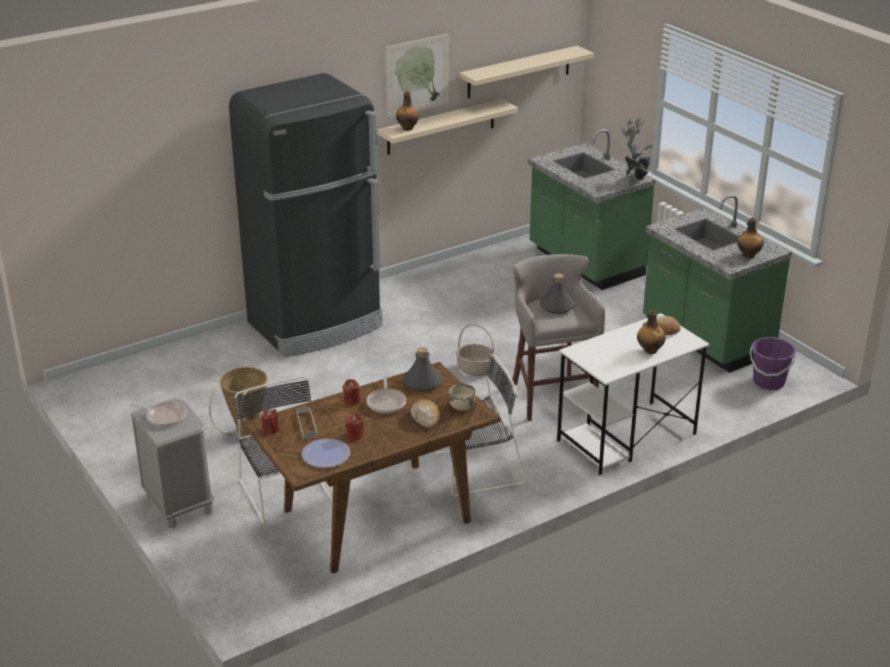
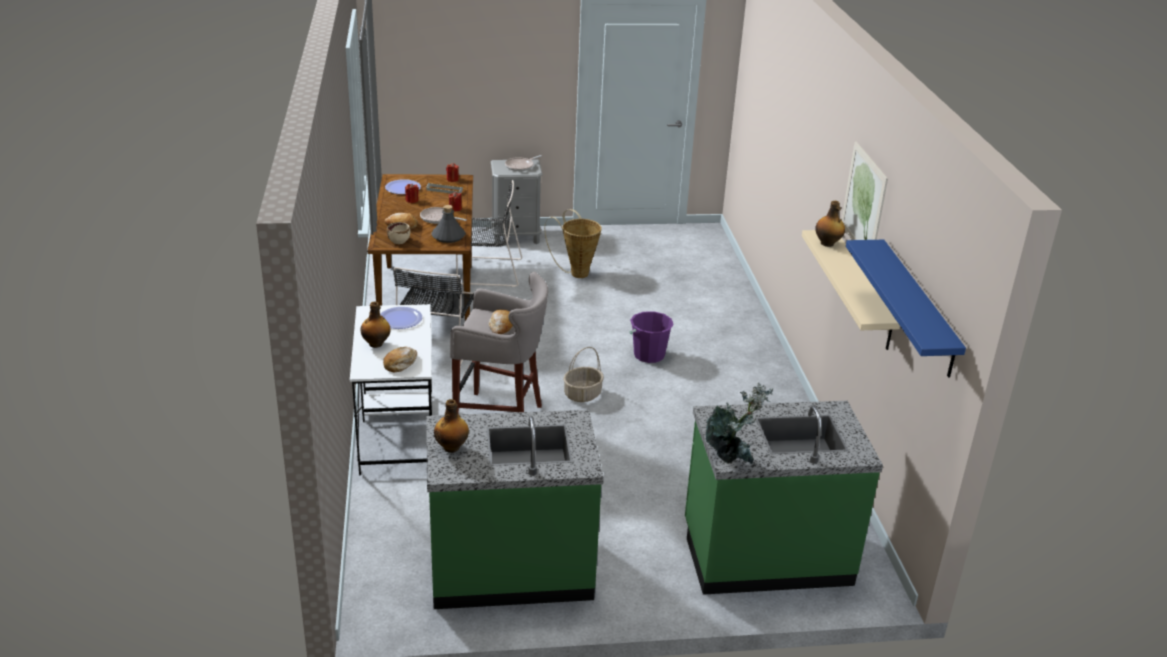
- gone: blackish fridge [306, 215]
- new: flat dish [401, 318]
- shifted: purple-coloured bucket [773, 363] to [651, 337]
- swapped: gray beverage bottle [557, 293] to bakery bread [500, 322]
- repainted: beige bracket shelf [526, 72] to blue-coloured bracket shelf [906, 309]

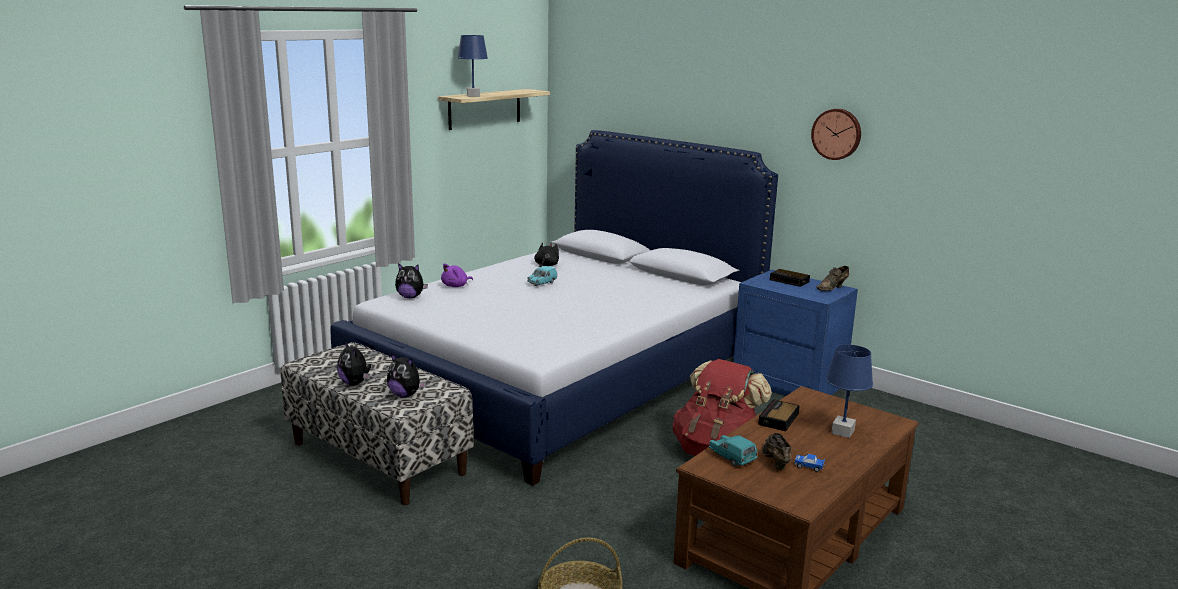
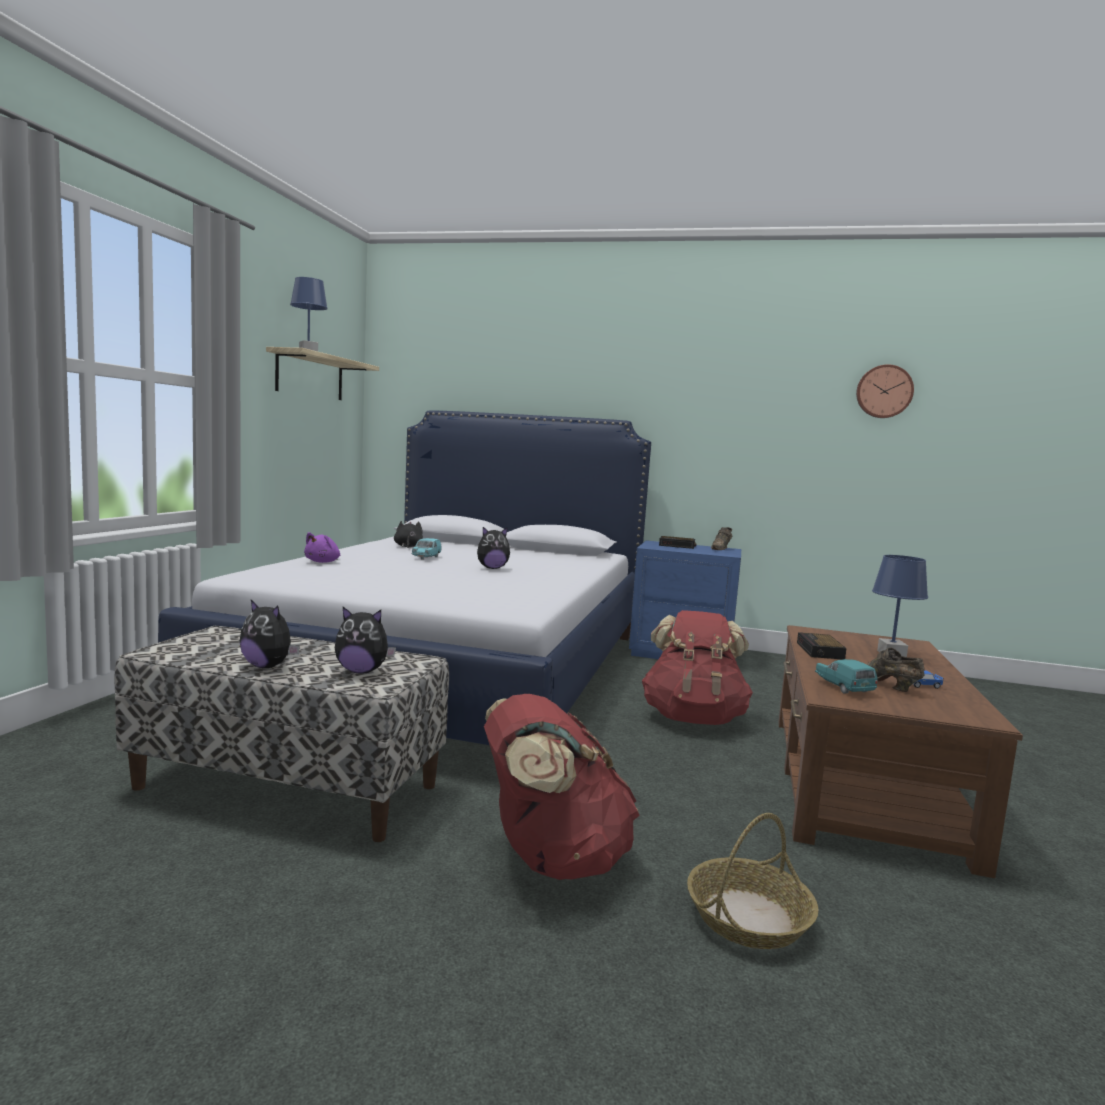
- new: red-coloured backpack [562, 787]
- shifted: cuddly toy [411, 280] to [493, 548]
- shifted: hanging clock [836, 134] to [885, 391]
- rotated: turquoise toy car [733, 450] = [846, 676] 45 degrees clockwise

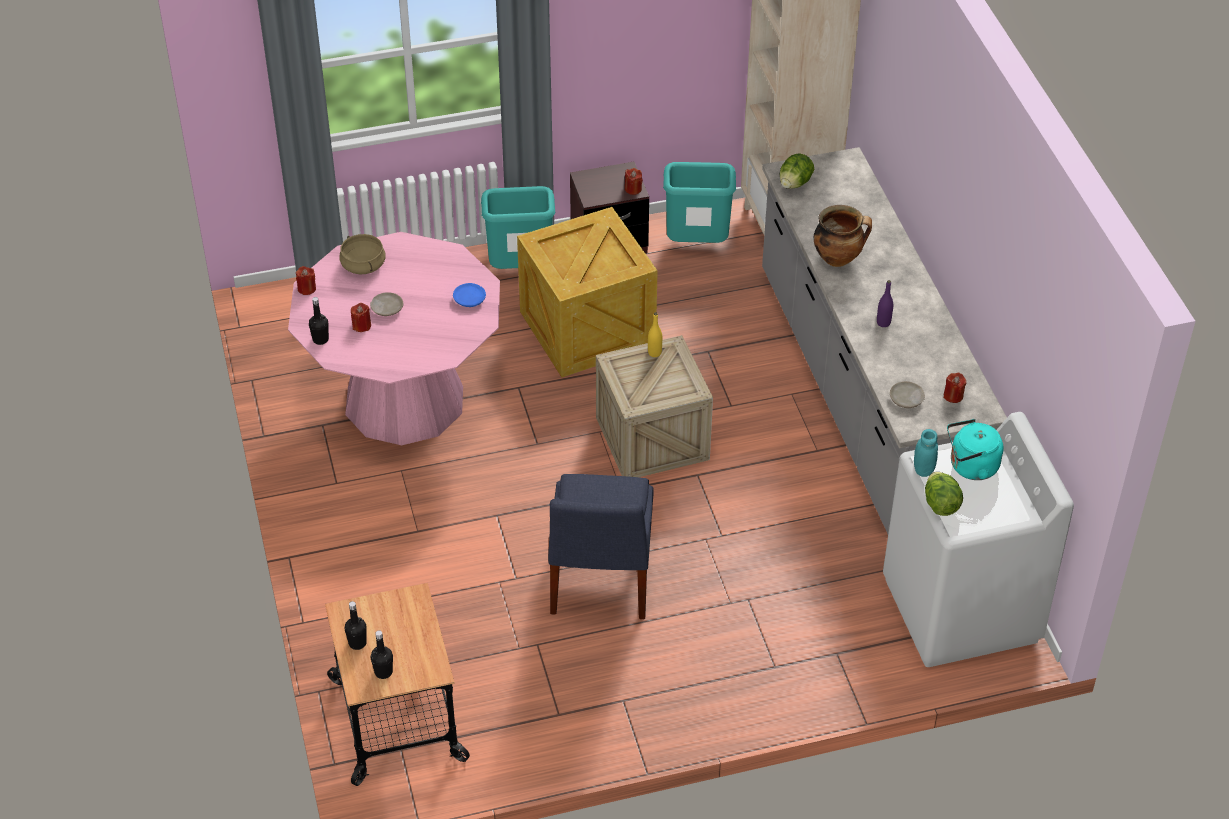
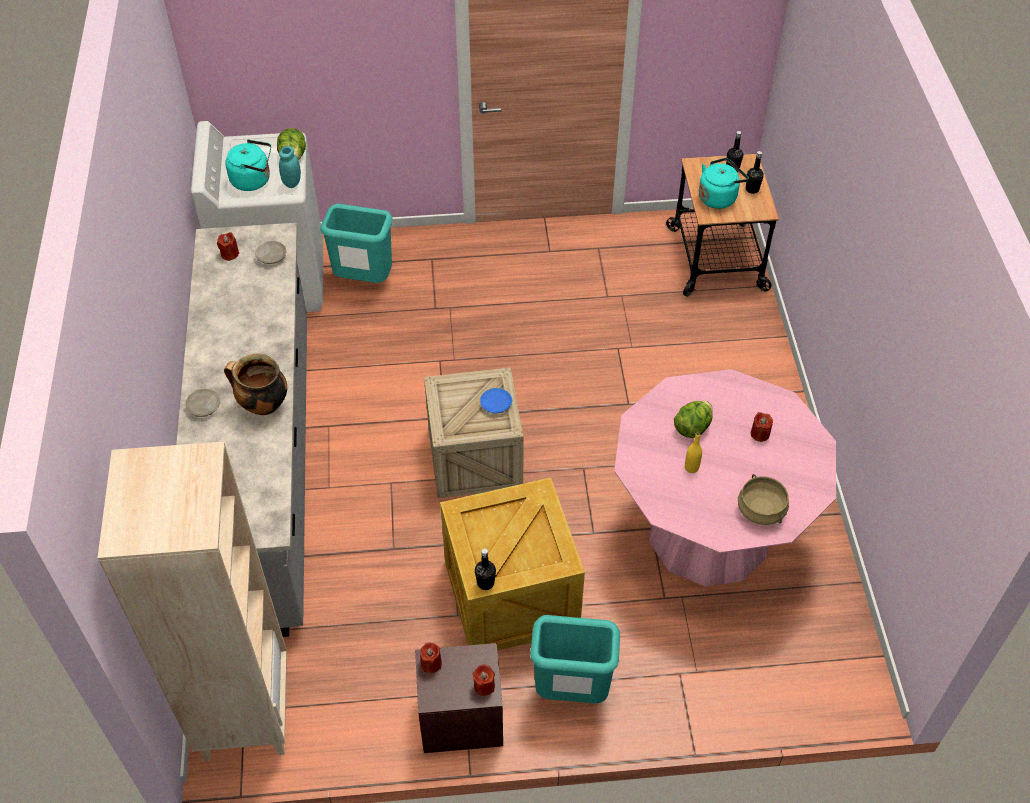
- gone: blue-coloured upright chair [601, 546]
- gone: purple-coloured beverage bottle [885, 303]
- new: turquoise water kettle [724, 183]
- shifted: red-coloured wax light [306, 280] to [484, 680]
- shifted: blackish beverage bottle [319, 321] to [485, 569]
- shifted: beige flat dish [386, 304] to [203, 403]
- shifted: blue-coloured flat dish [469, 295] to [496, 400]
- shifted: yellow-coloured beverage bottle [655, 334] to [693, 452]
- shifted: turquoise waste bin [699, 202] to [356, 243]
- shifted: lettuce [797, 171] to [693, 419]

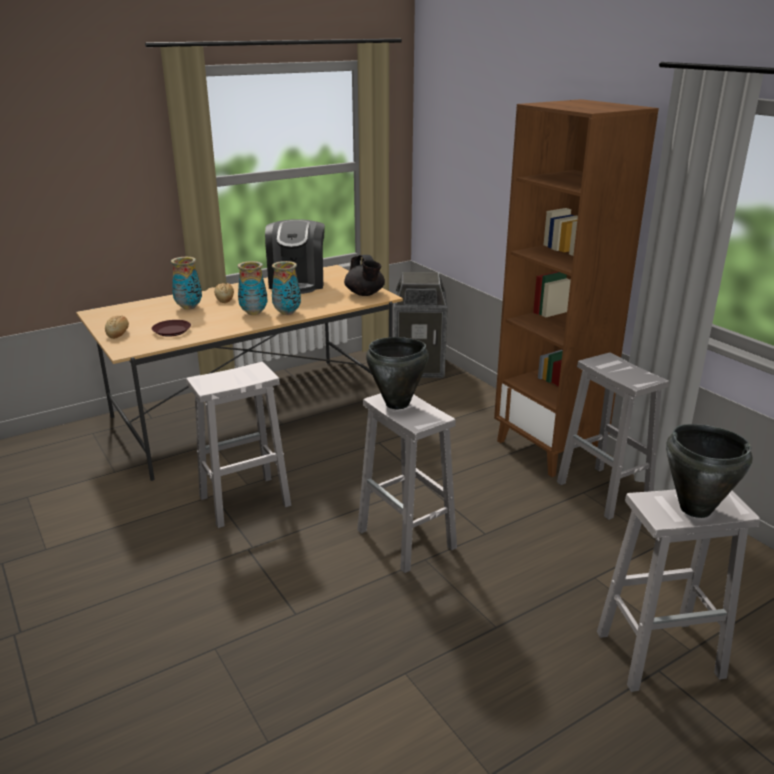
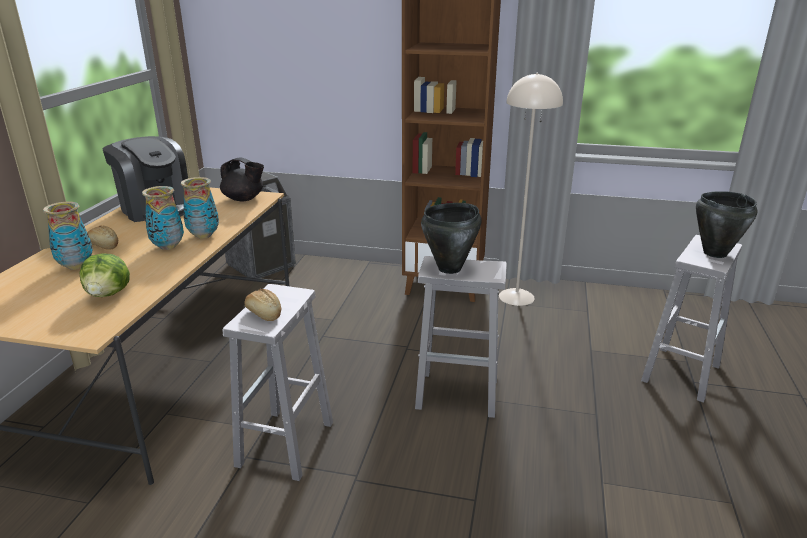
- shifted: bakery bread [117, 327] to [262, 305]
- swapped: brownish flat dish [171, 328] to lettuce [105, 275]
- swapped: white stool [613, 436] to beige floor lamp [531, 189]

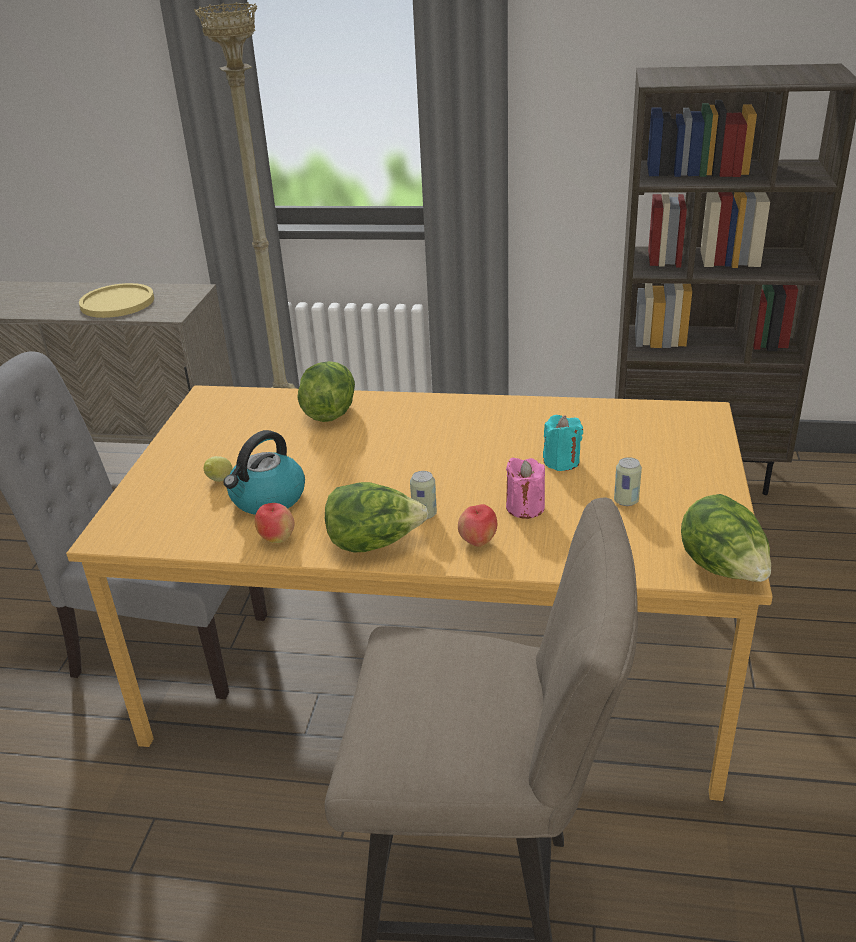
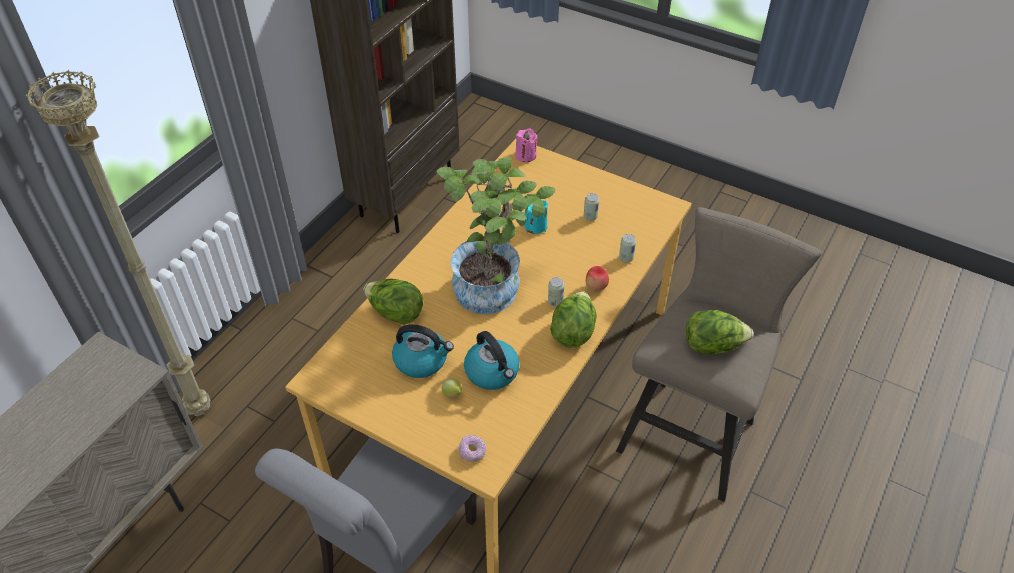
- gone: yellow-coloured flat dish [116, 300]
- gone: apple [275, 523]
- new: water kettle [423, 351]
- new: houseplant [496, 235]
- new: donut [472, 448]
- new: sealed can [627, 248]
- shifted: pink-coloured wax light [525, 488] to [526, 145]
- shifted: lettuce [726, 538] to [720, 332]

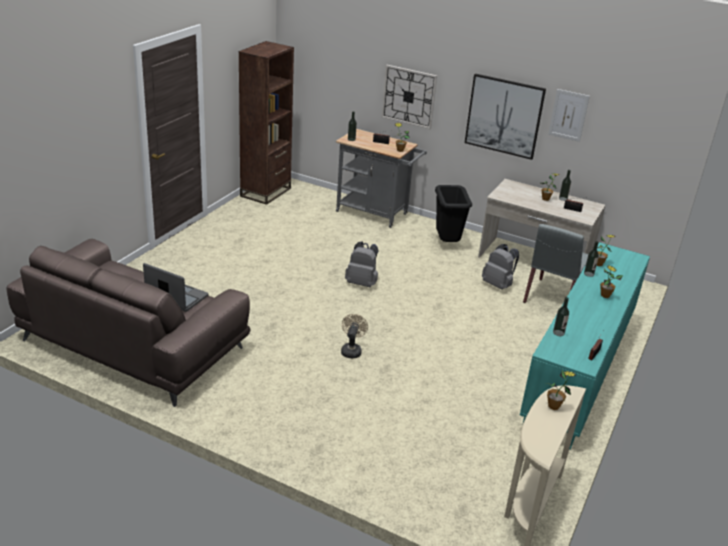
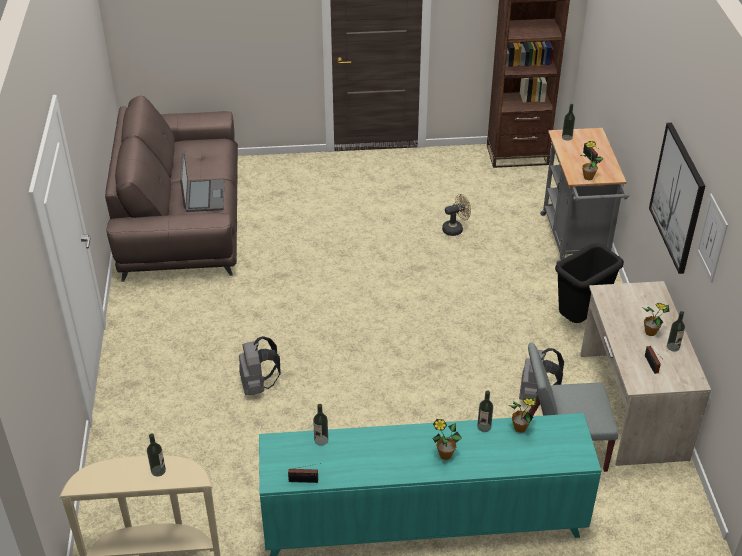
- gone: hanging clock [409, 97]
- shifted: beige electric fan [354, 336] to [456, 215]
- shifted: gray backpack [362, 264] to [260, 365]
- swapped: houseplant [561, 390] to beverage bottle [156, 455]

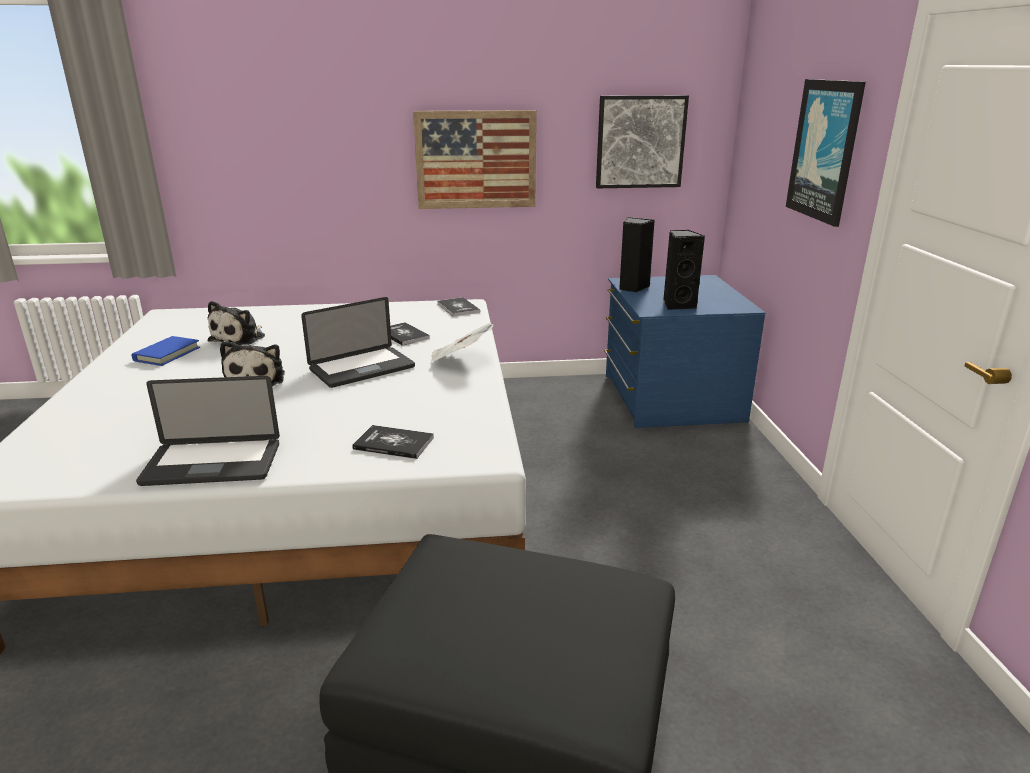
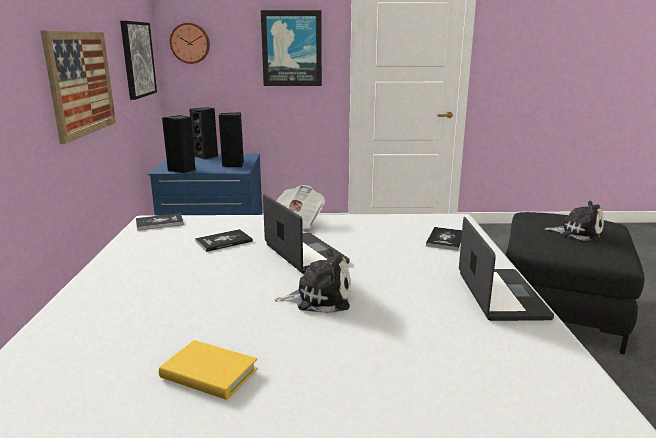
- new: hanging clock [190, 43]
- new: blackish audio speaker [203, 133]
- shifted: cuddly toy [236, 323] to [574, 221]
- repainted: blue-coloured book [166, 351] to yellow-coloured book [208, 370]

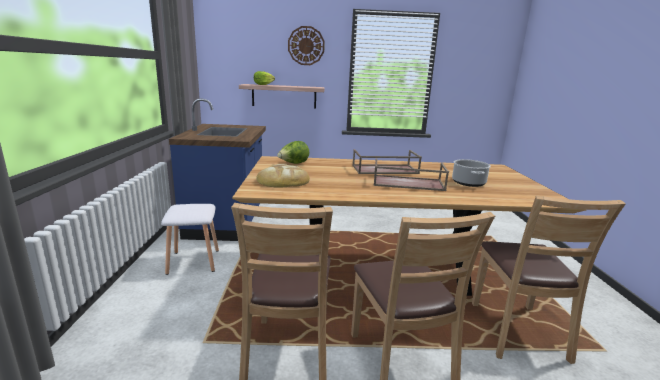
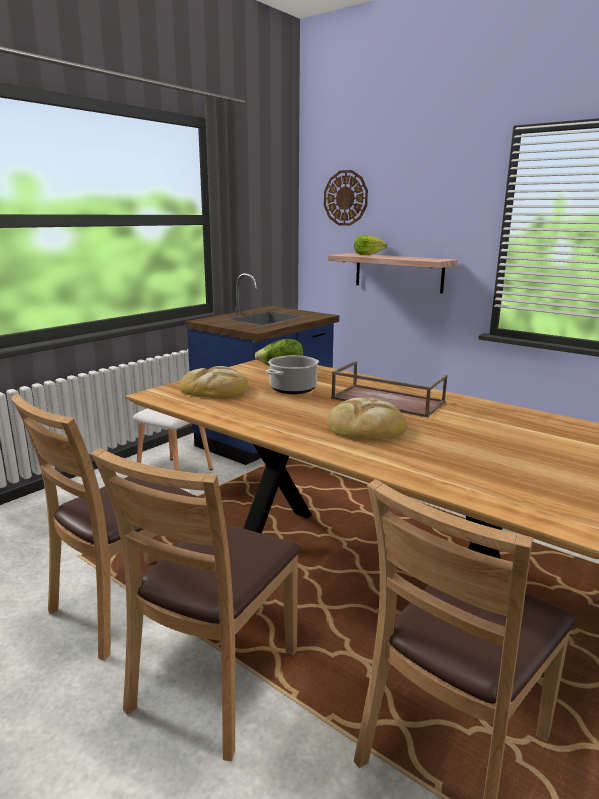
- shifted: hanging clock [306, 45] to [346, 198]
- shifted: cooking pot [471, 173] to [292, 374]
- swapped: brownish tray [411, 174] to bakery bread [367, 419]

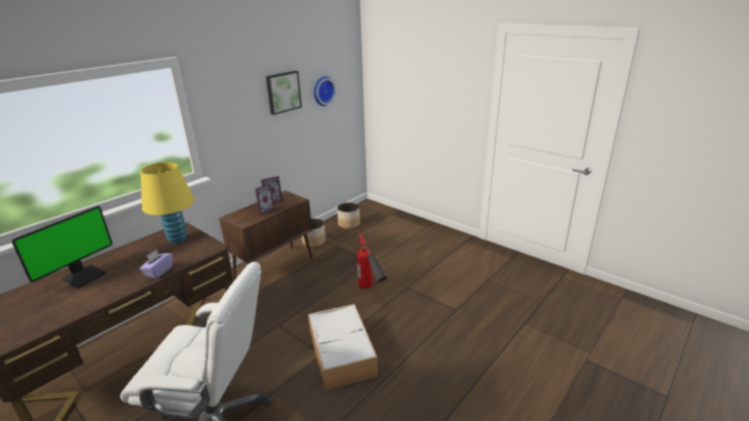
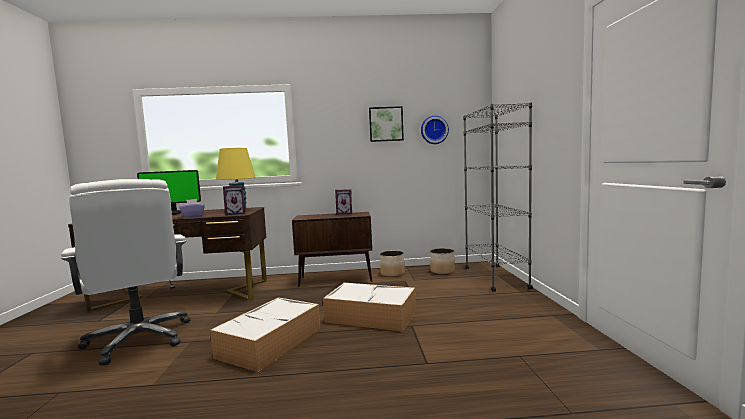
- new: gray bookshelf [498, 197]
- shifted: standing frame [265, 199] to [234, 200]
- swapped: fire-fighting cylinder [372, 261] to storage box [369, 307]

